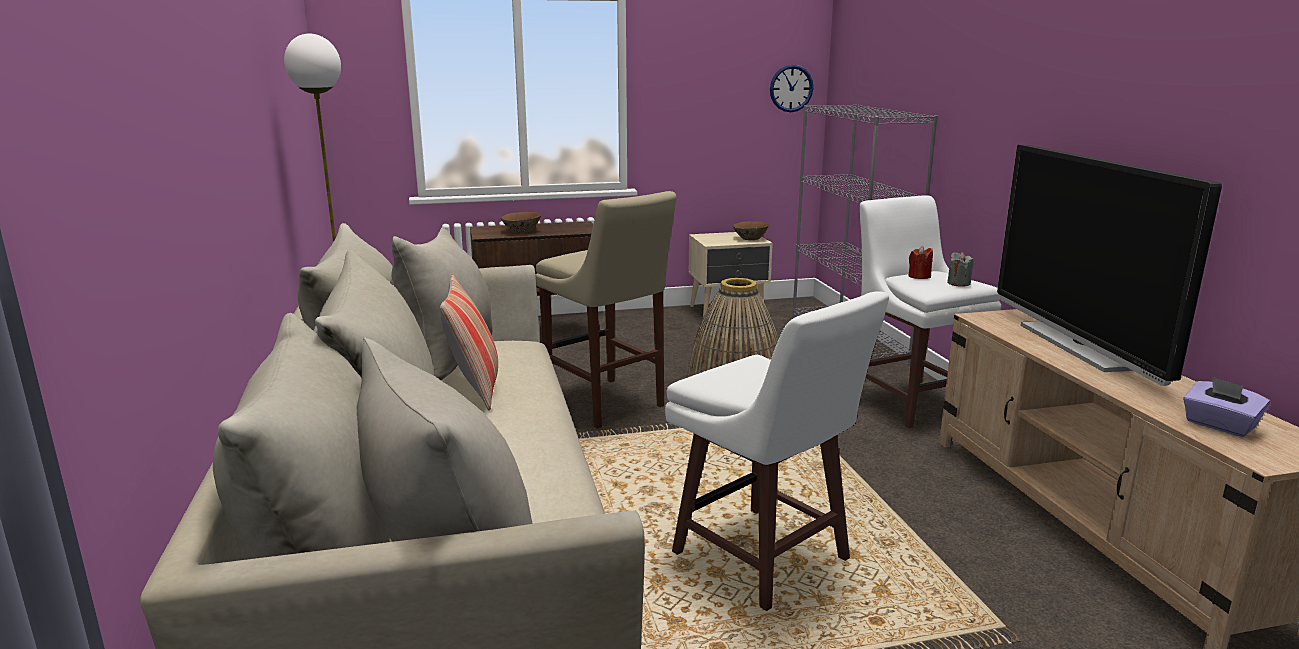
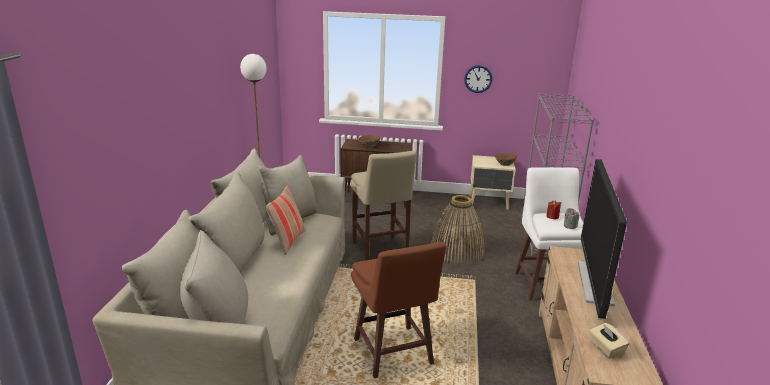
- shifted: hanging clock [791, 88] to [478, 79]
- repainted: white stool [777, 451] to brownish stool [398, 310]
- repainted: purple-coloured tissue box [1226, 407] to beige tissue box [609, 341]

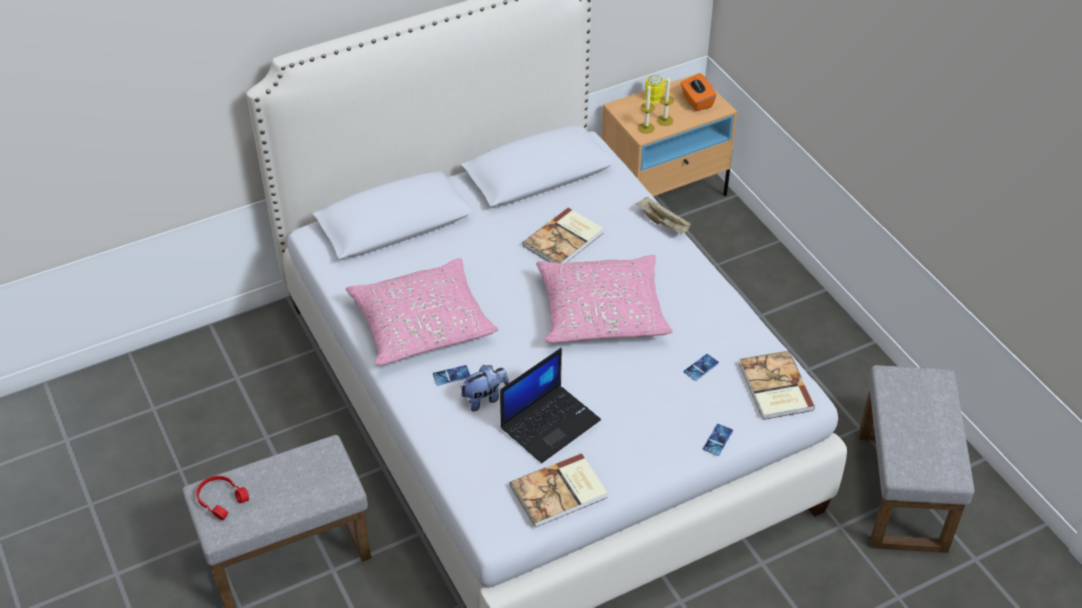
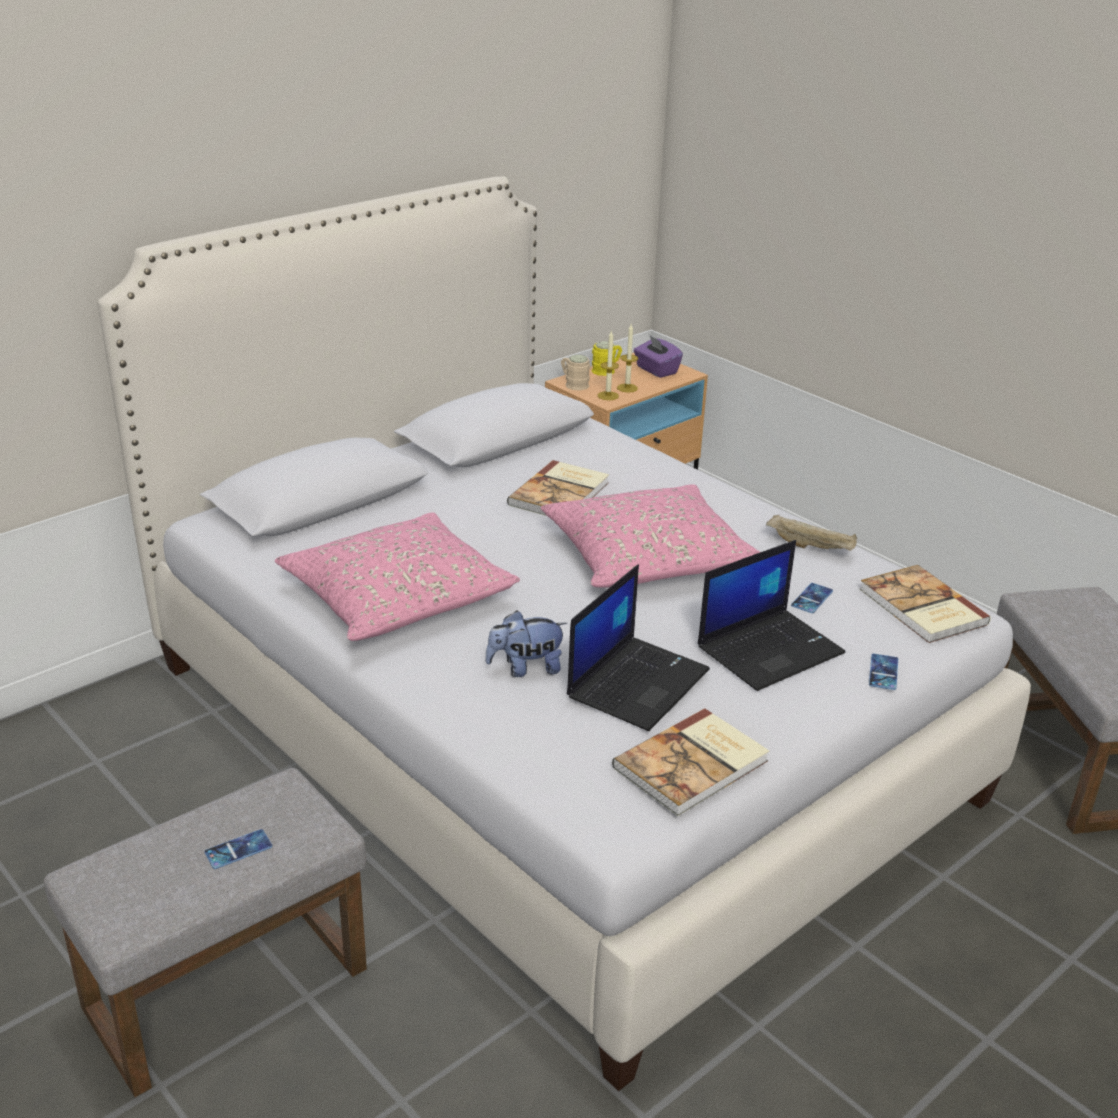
- gone: red-coloured headphones [222, 498]
- new: beige mug [575, 372]
- new: portable computer [771, 615]
- shifted: handset [451, 375] to [238, 849]
- shifted: beige tray [663, 215] to [811, 532]
- repainted: orange-coloured tissue box [698, 92] to purple-coloured tissue box [658, 356]
- rotated: cuddly toy [484, 388] = [526, 643] 150 degrees counterclockwise

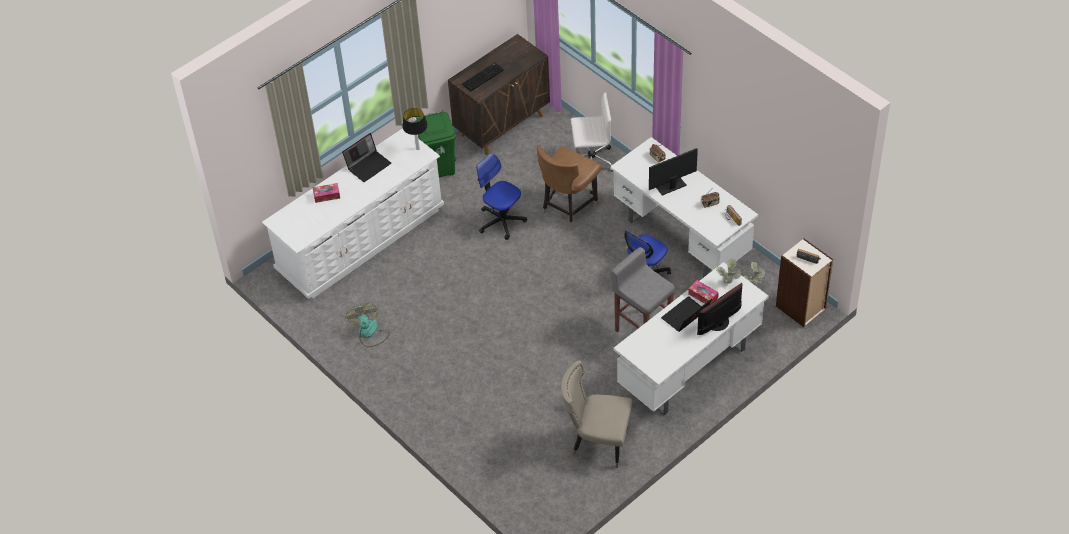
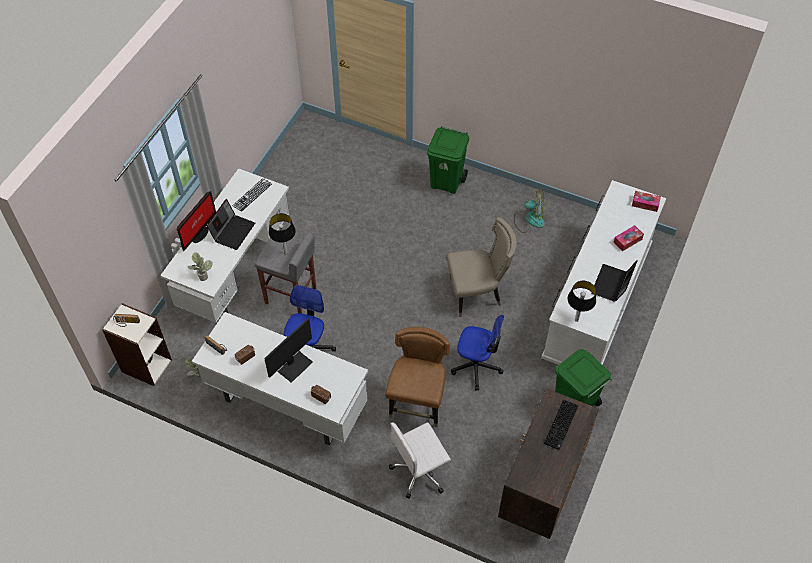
- new: computer keyboard [252, 195]
- new: table lamp [282, 233]
- new: greenish waste bin [448, 160]
- shifted: beige upright chair [597, 414] to [482, 267]
- shifted: tissue box [703, 292] to [646, 201]
- rotated: electric fan [367, 325] = [529, 211] 45 degrees counterclockwise

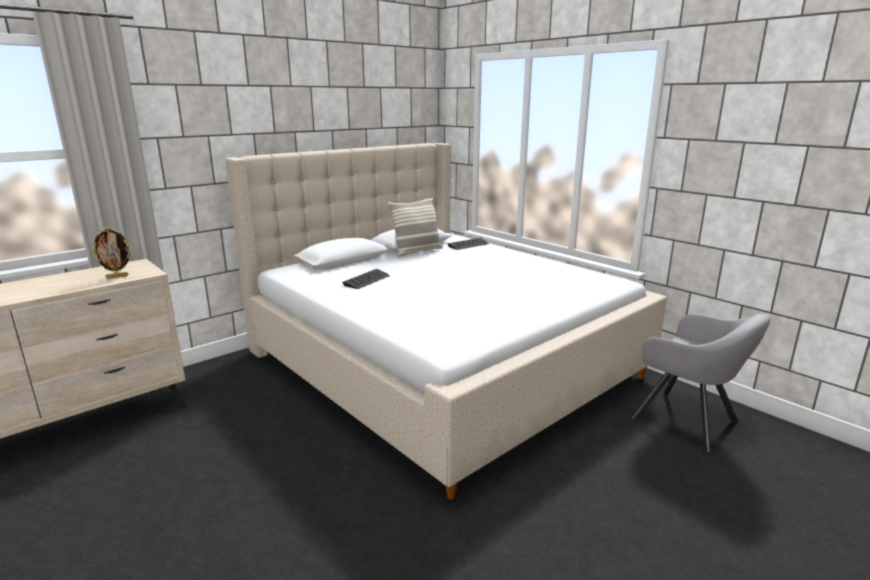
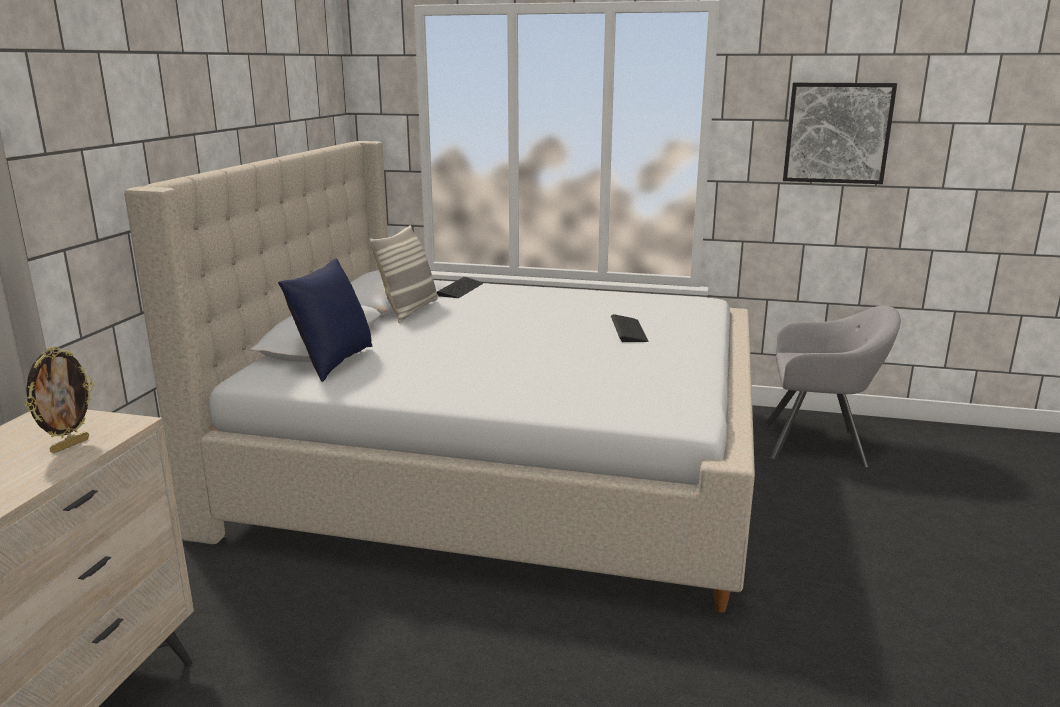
- new: blue-coloured cushion [325, 320]
- new: wall art [840, 133]
- shifted: computer keyboard [366, 279] to [630, 328]

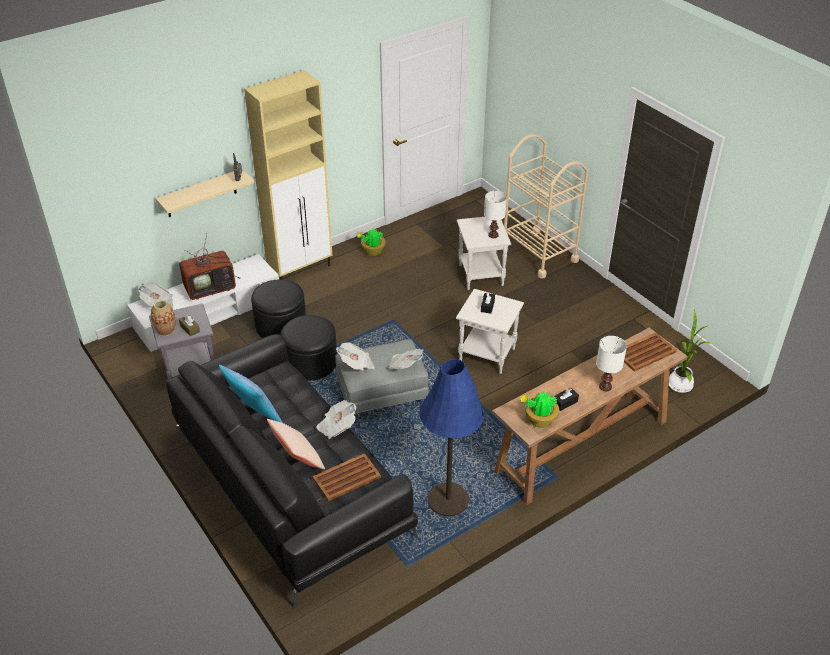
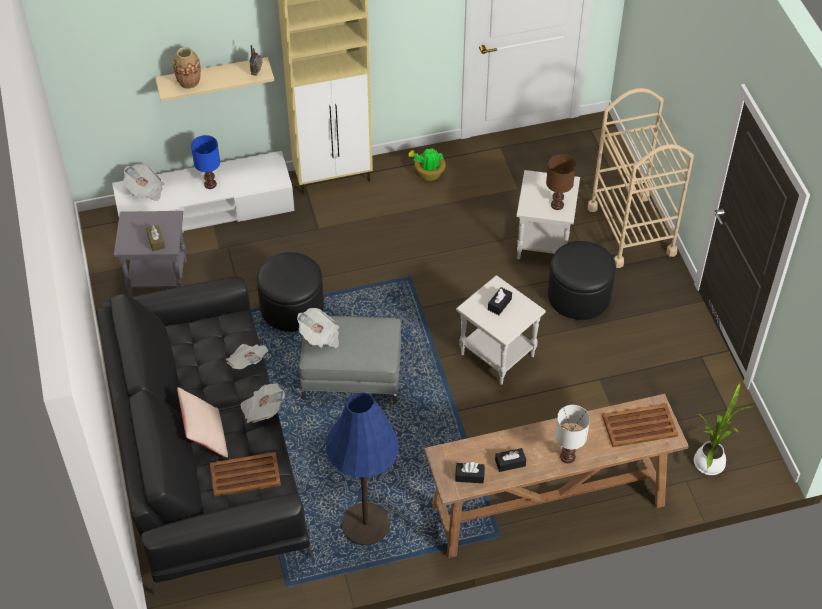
- gone: cushion [251, 394]
- shifted: flower vase [163, 318] to [187, 68]
- shifted: blackish ottoman [278, 308] to [582, 280]
- shifted: printed paper [405, 359] to [247, 356]
- swapped: television [210, 267] to blue-coloured table lamp [205, 162]
- swapped: houseplant [540, 410] to blackish tissue box [470, 472]
- repainted: white table lamp [495, 214] to brownish table lamp [561, 182]

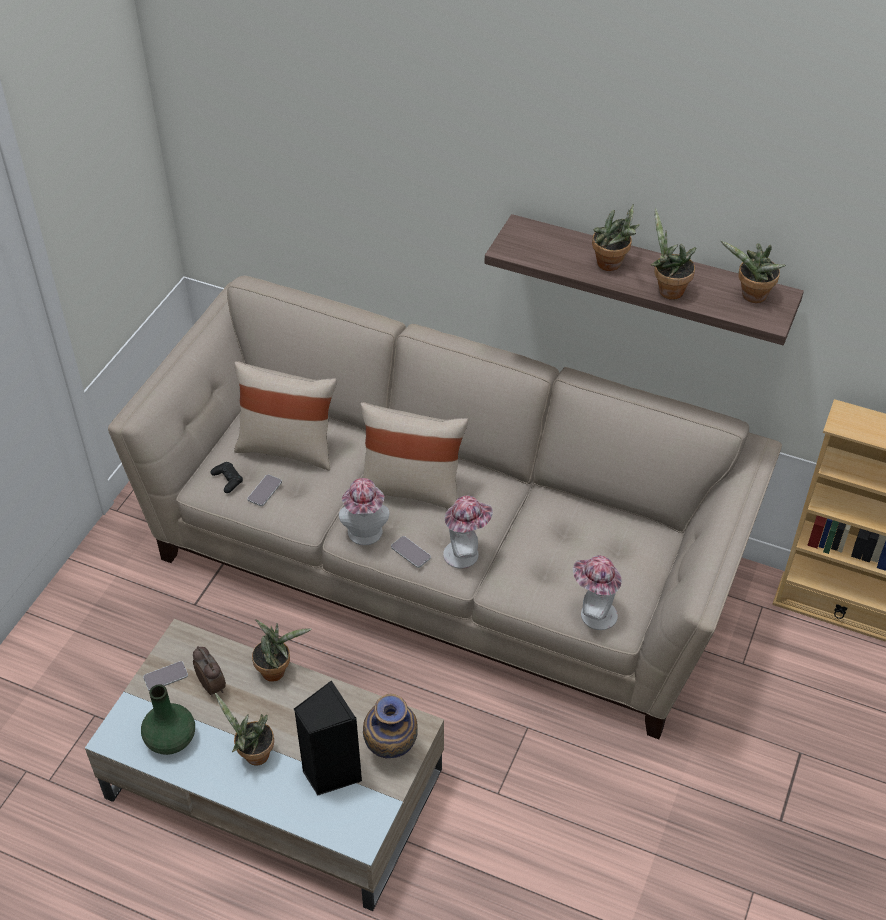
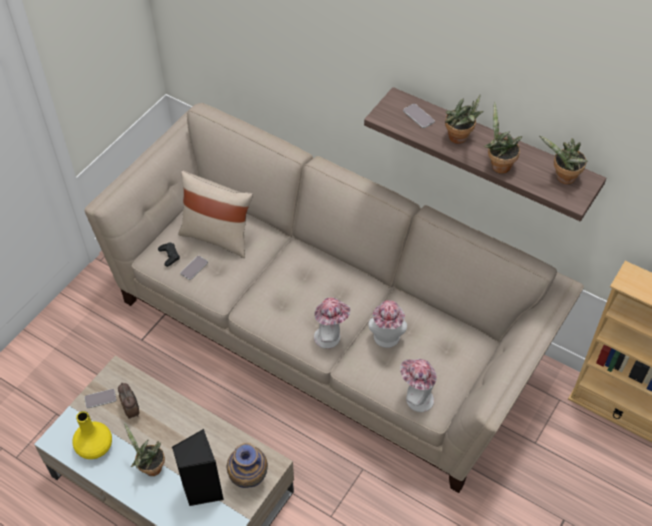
- gone: houseplant [282, 650]
- gone: beige cushion [414, 455]
- shifted: wearable hat [364, 511] to [387, 324]
- shifted: handset [411, 552] to [419, 116]
- repainted: greenish flower vase [168, 719] to yellow-coloured flower vase [92, 435]

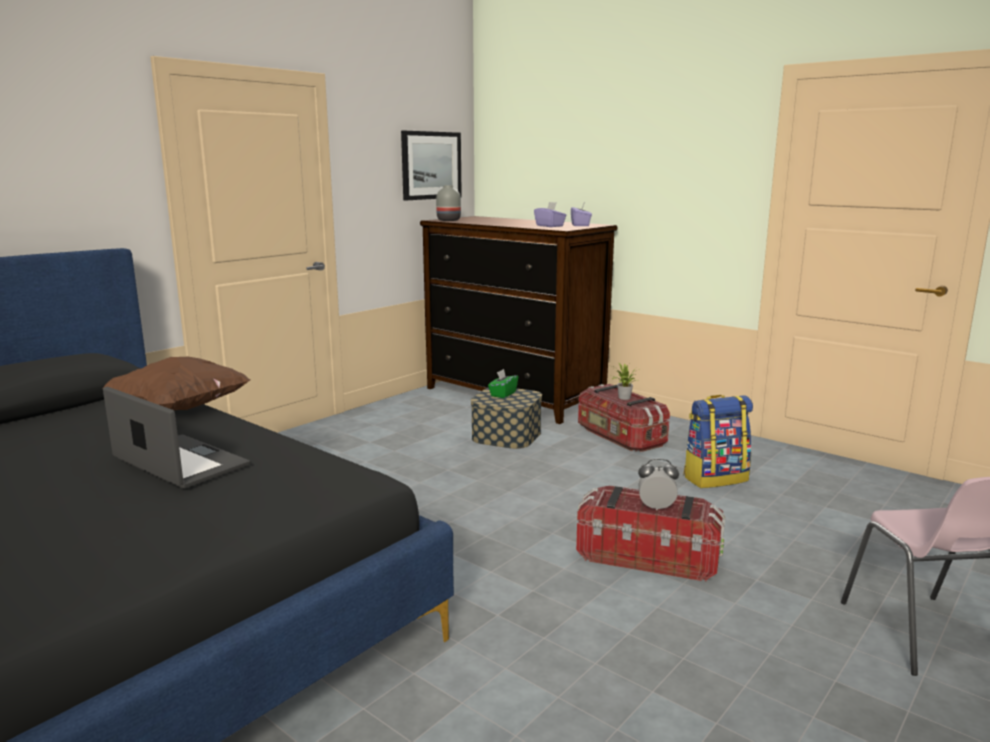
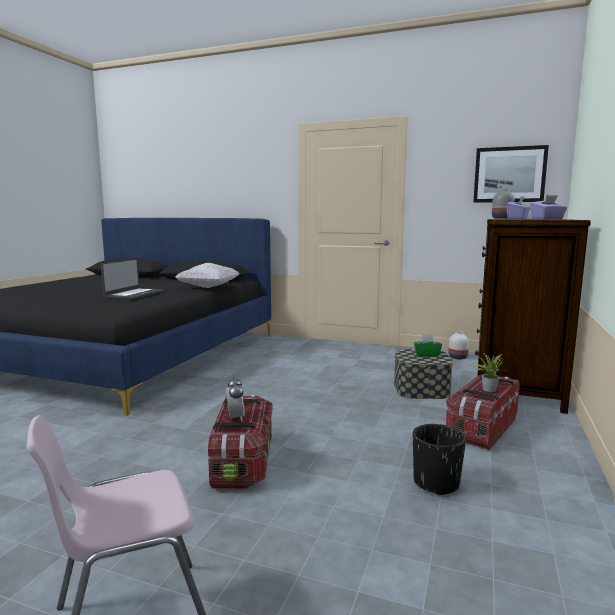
- new: white flower vase [459, 345]
- swapped: backpack [718, 441] to blackish flower pot [439, 460]
- repainted: brownish cushion [176, 383] to white cushion [207, 275]

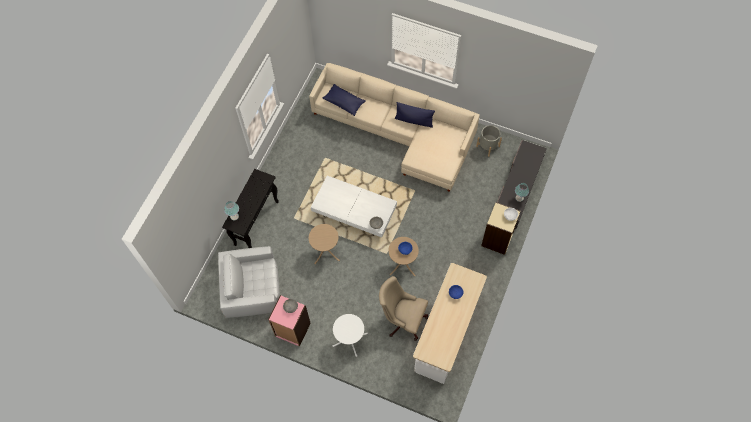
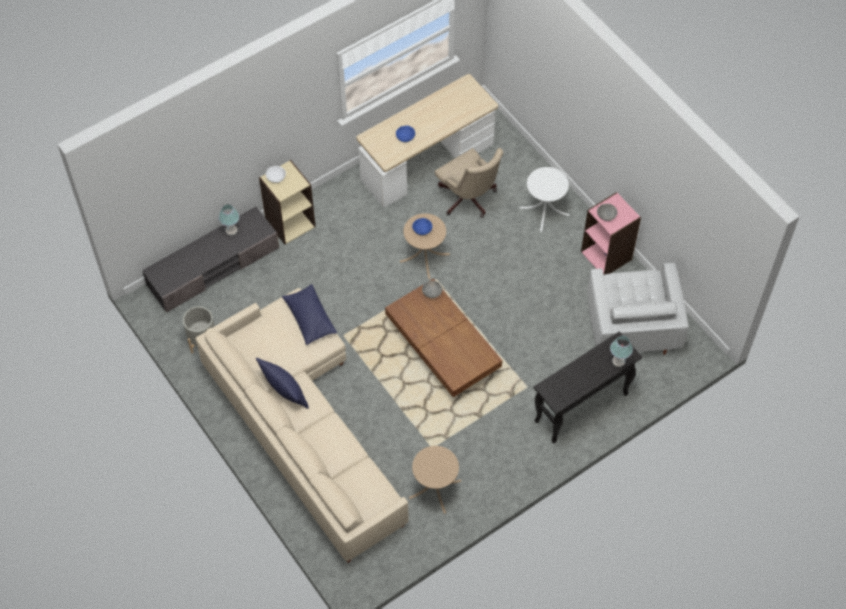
- shifted: beige end table [324, 244] to [435, 480]
- shifted: blue-coloured cushion [344, 100] to [309, 314]
- repainted: white lounge table [354, 207] to brownish lounge table [443, 337]
- rotated: white lounge chair [249, 282] = [638, 309] 60 degrees clockwise

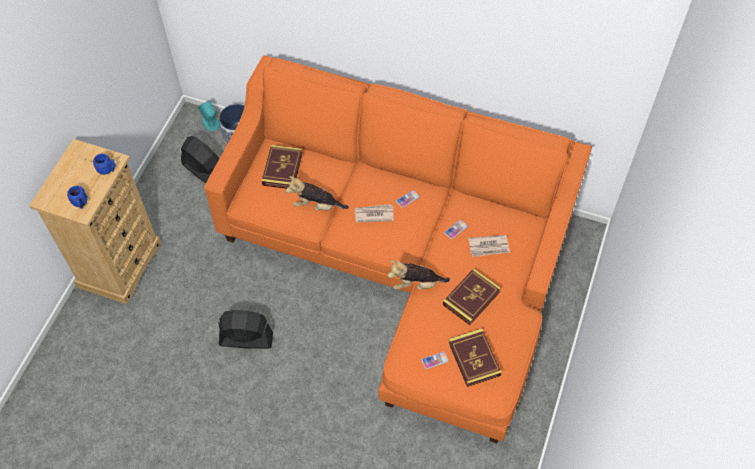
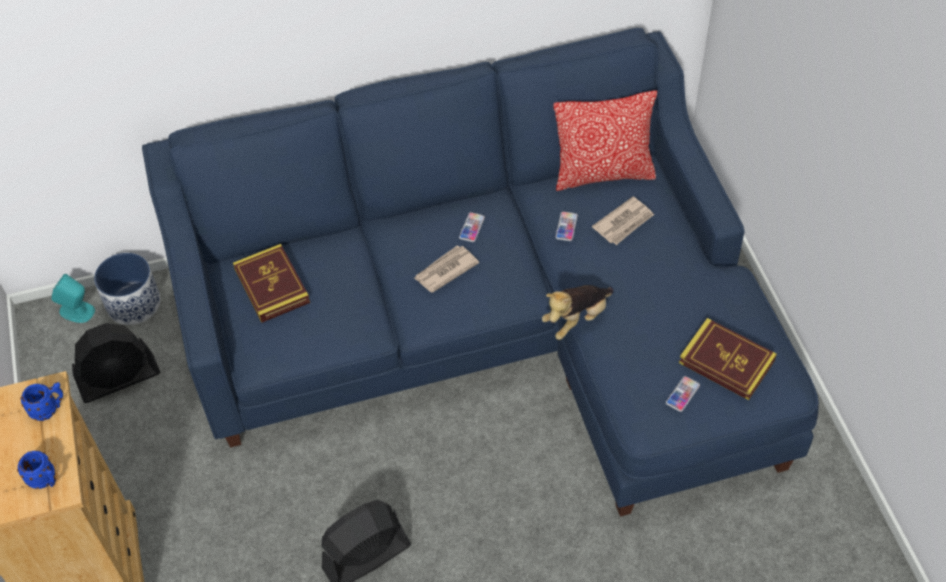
- gone: cuddly toy [317, 193]
- gone: book [472, 296]
- new: cushion [605, 141]
- repainted: orange-coloured settee [398, 249] to blue-coloured settee [480, 272]
- rotated: blackish electric fan [200, 159] = [116, 363] 150 degrees clockwise

